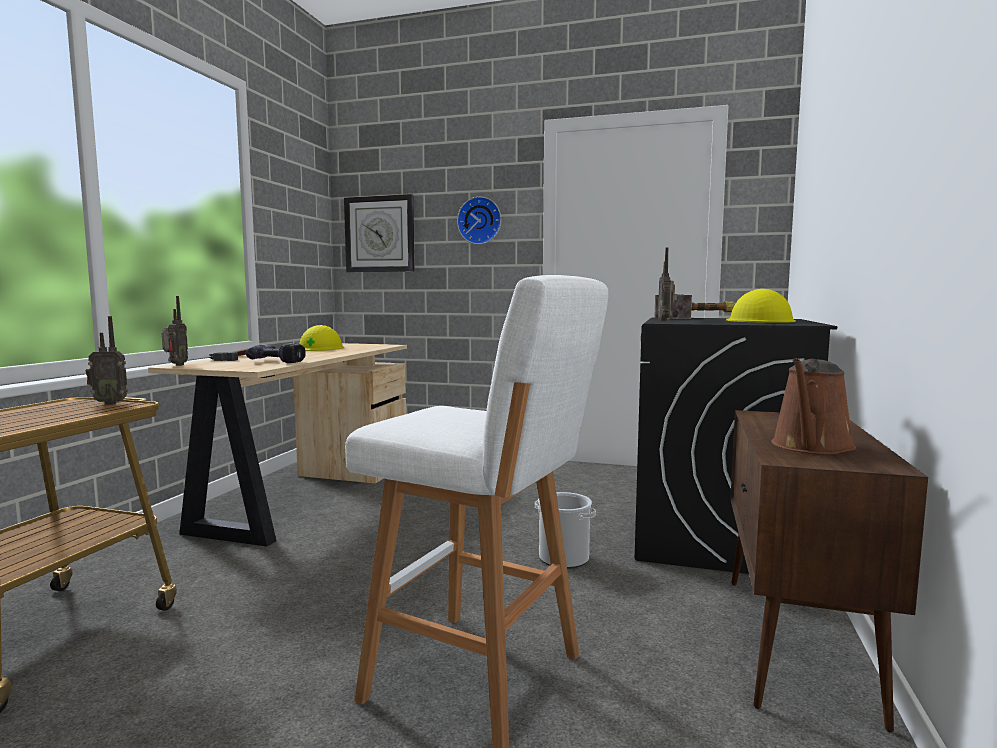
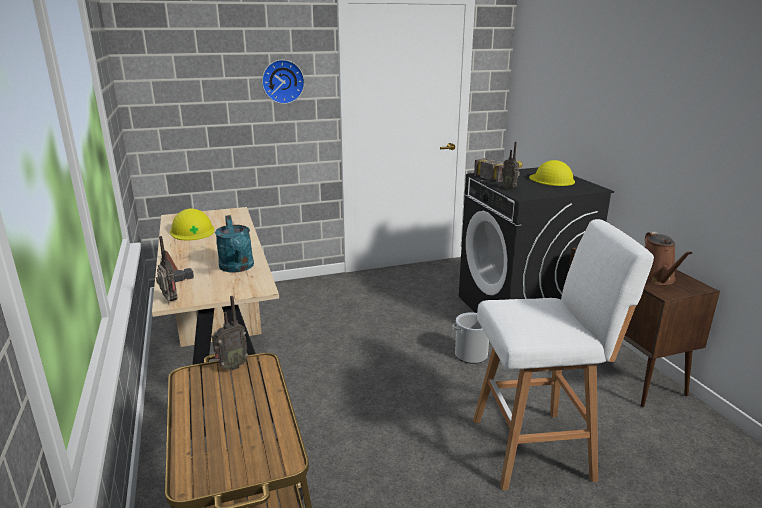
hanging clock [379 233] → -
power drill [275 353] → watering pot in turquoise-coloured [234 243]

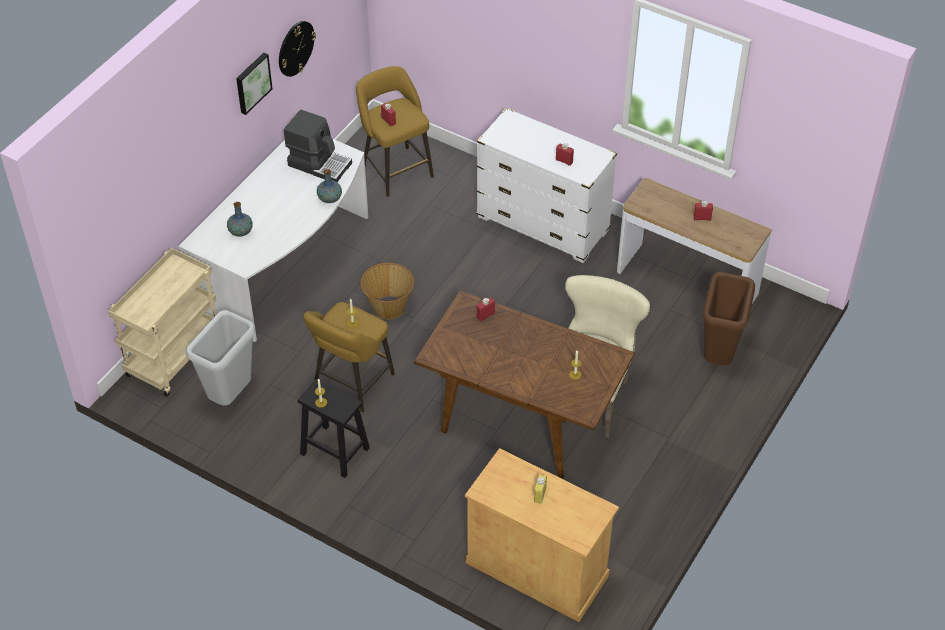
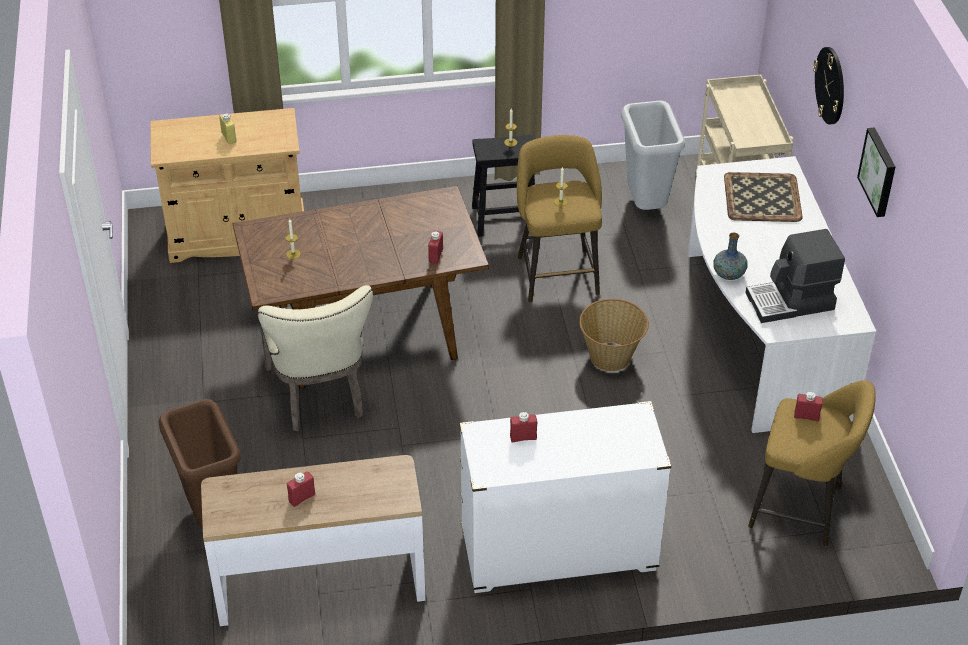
hanging clock [297 49] → hanging clock [828 85], moved
vase [240 219] → carrying tray [763 197]

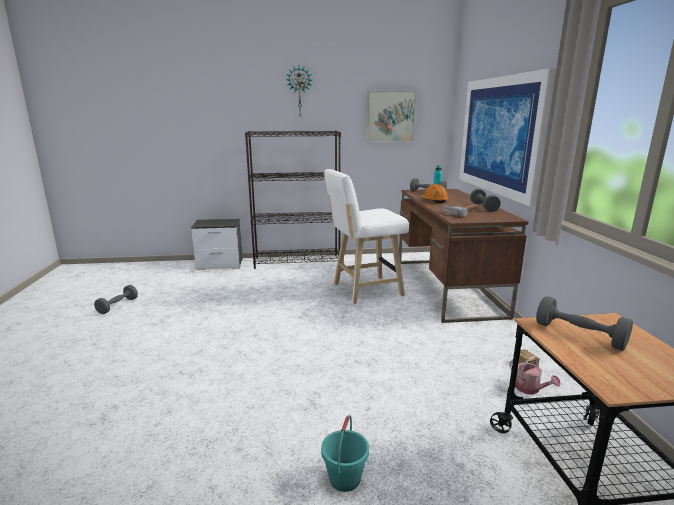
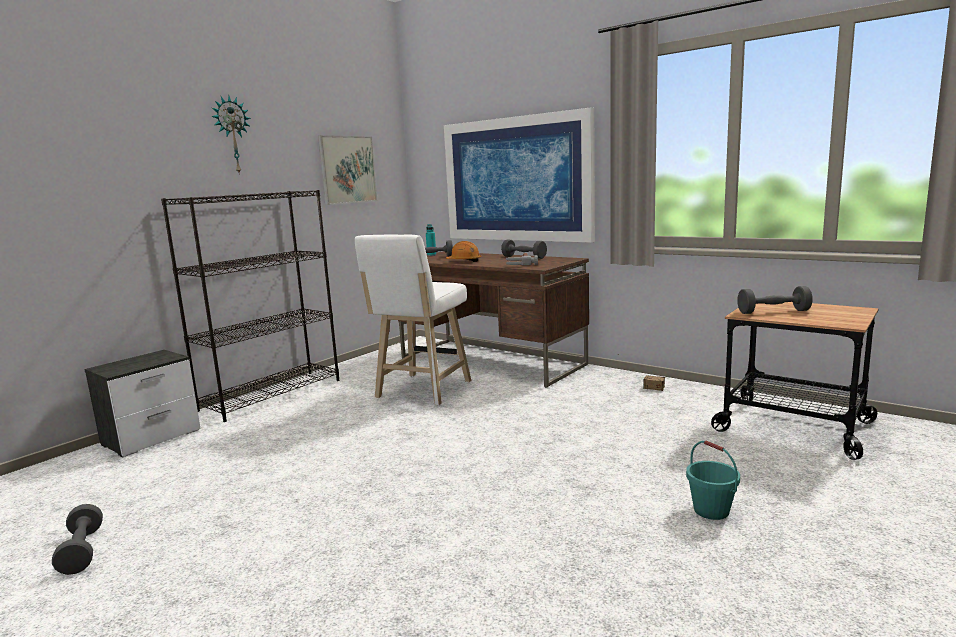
watering pot [535 375] → -

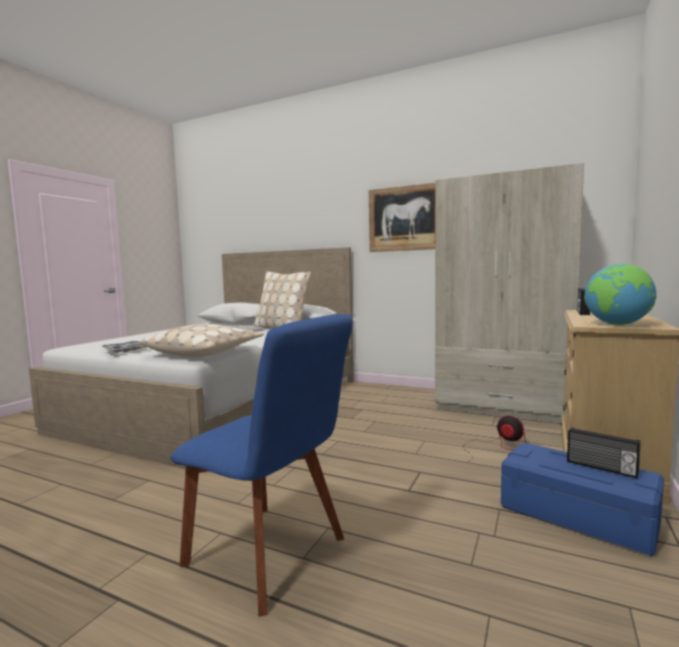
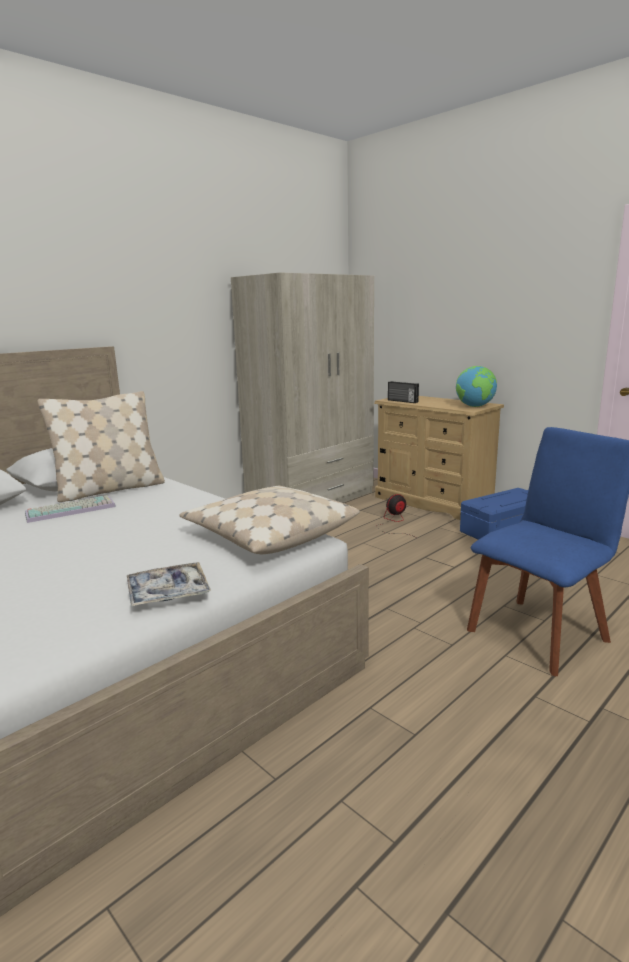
wall art [402 217] → -
radio set [604 452] → -

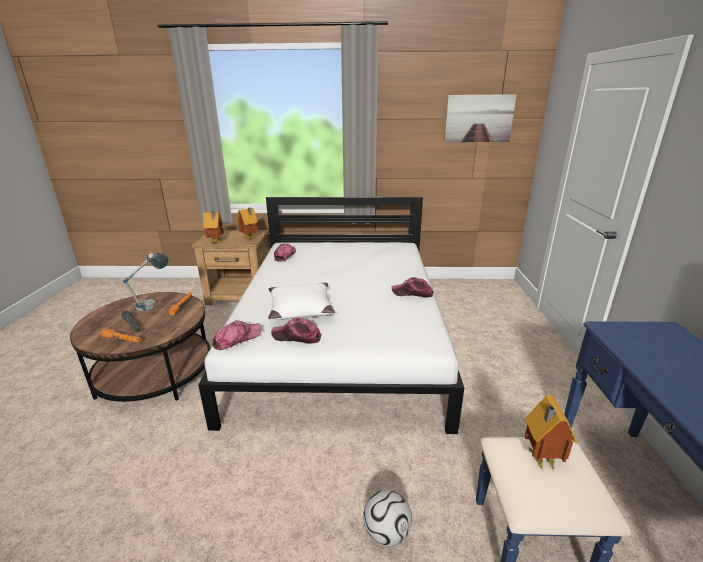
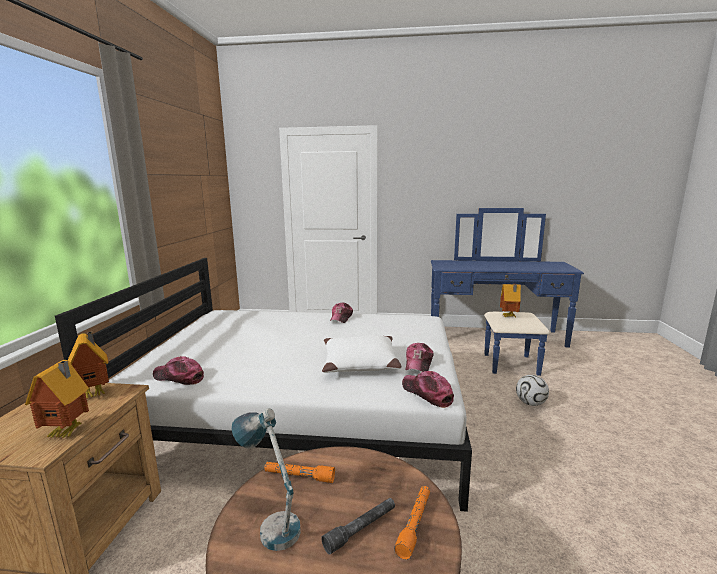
wall art [480 118] → -

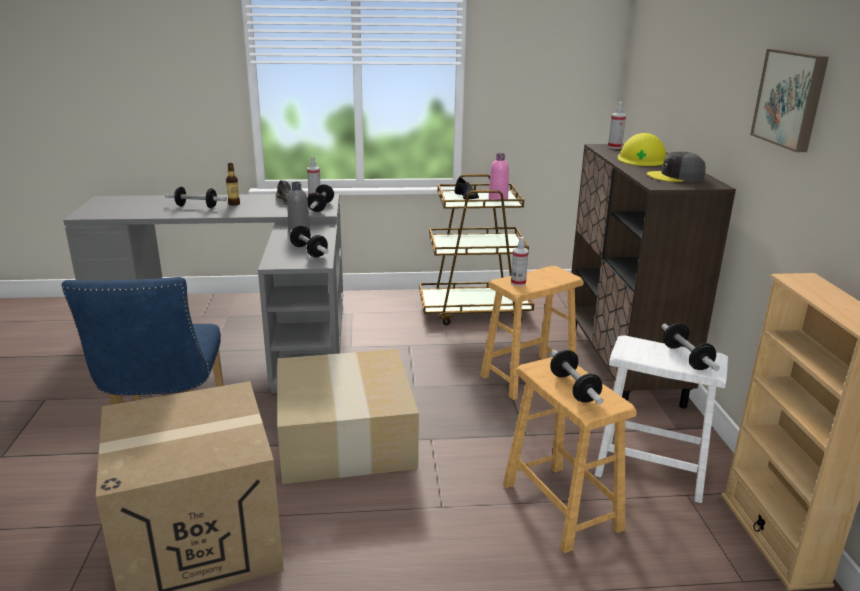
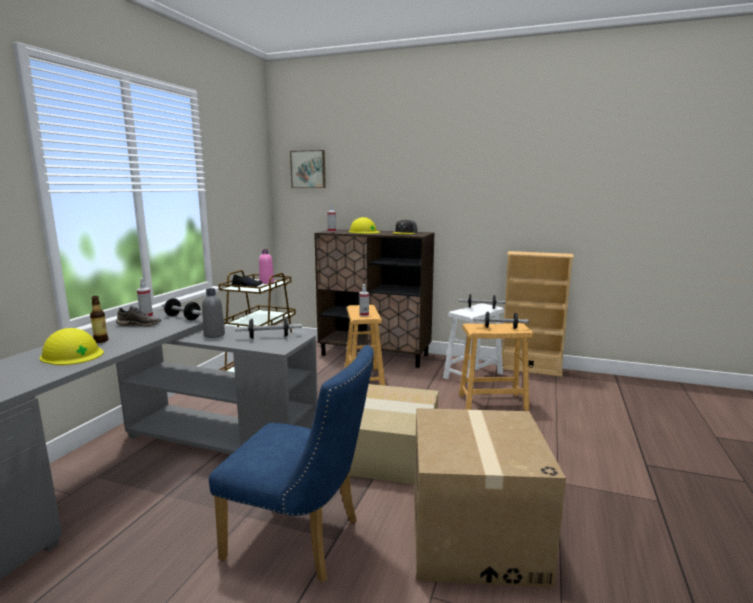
wall art [789 100] → wall art [308 169], moved
hand weight [196 197] → hard hat in yellow [72 346]

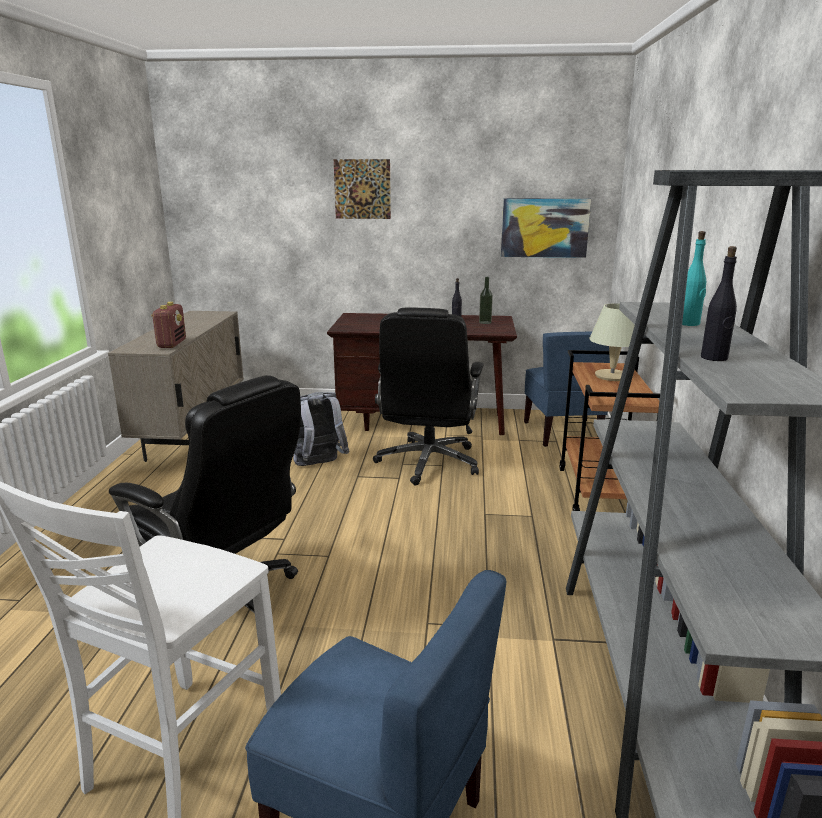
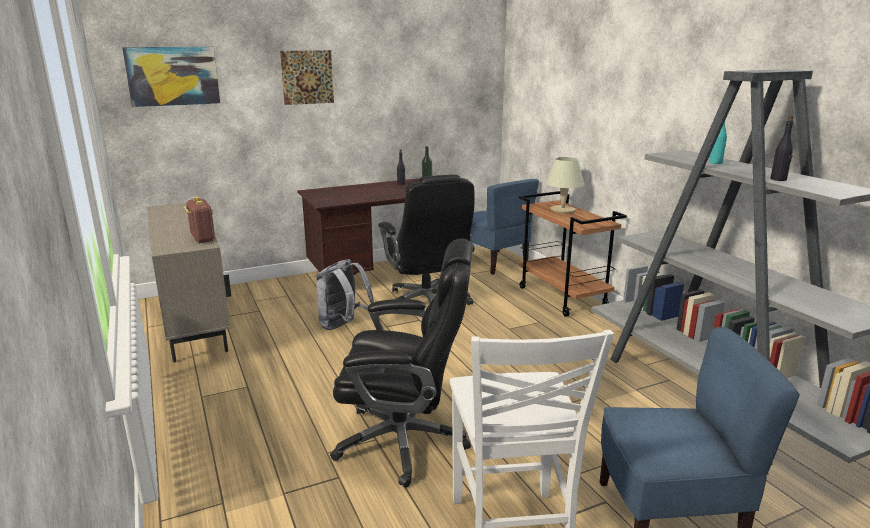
wall art [546 228] → wall art [171 77], moved

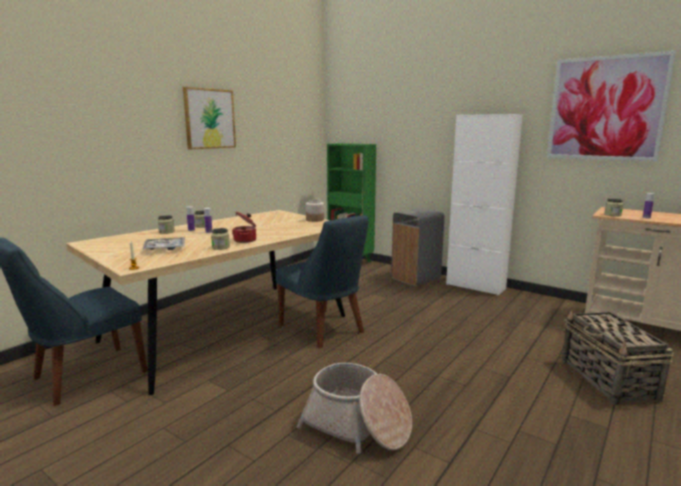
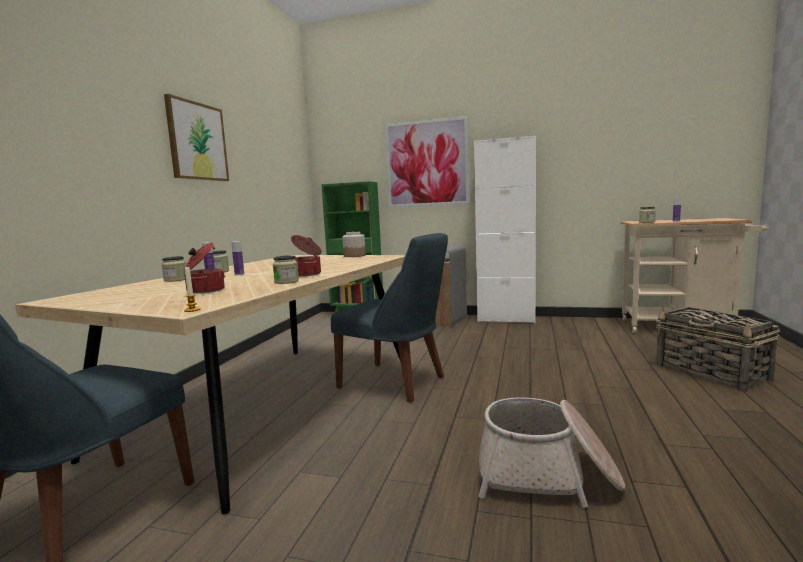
wall art [611 106] → wall art [427 162], moved
carrying tray [164 243] → cooking pot [204 268]

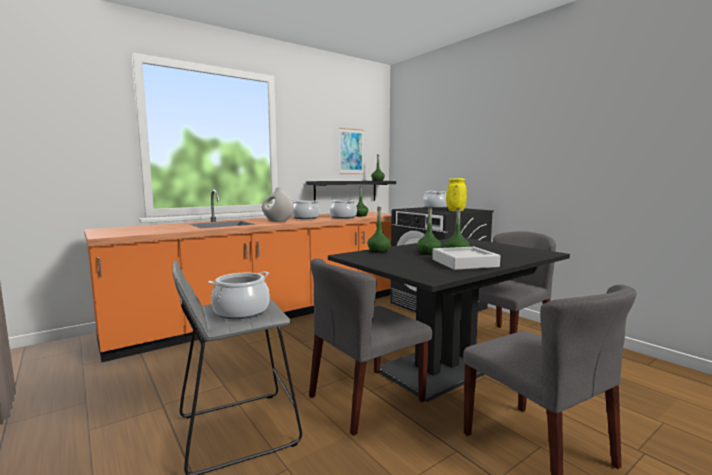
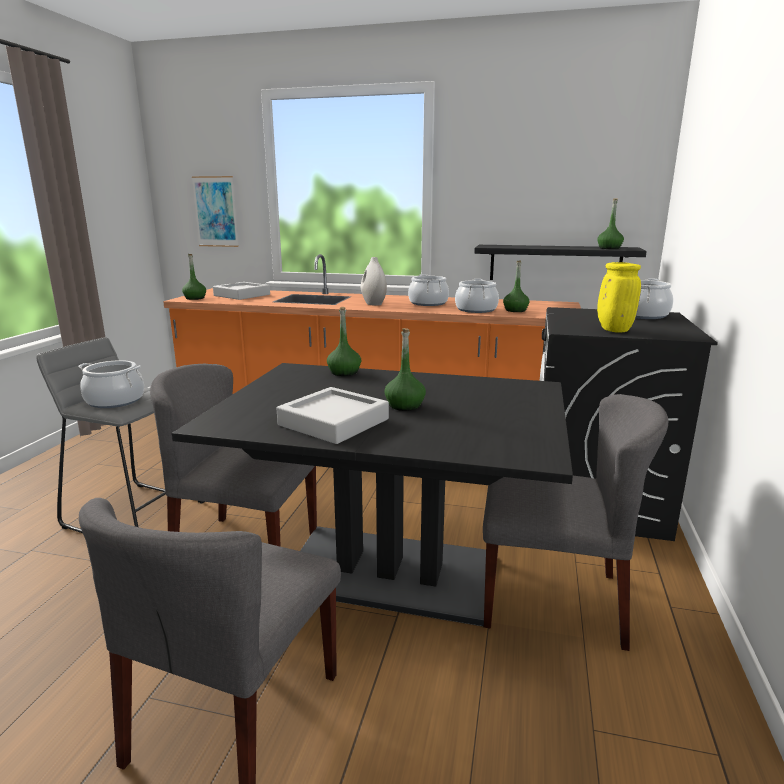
- → carrying tray in grey [241 291]
wall art [351 151] → wall art [215 211], moved
drink bottle in green-coloured [429 231] → drink bottle in green-coloured [194 277], moved

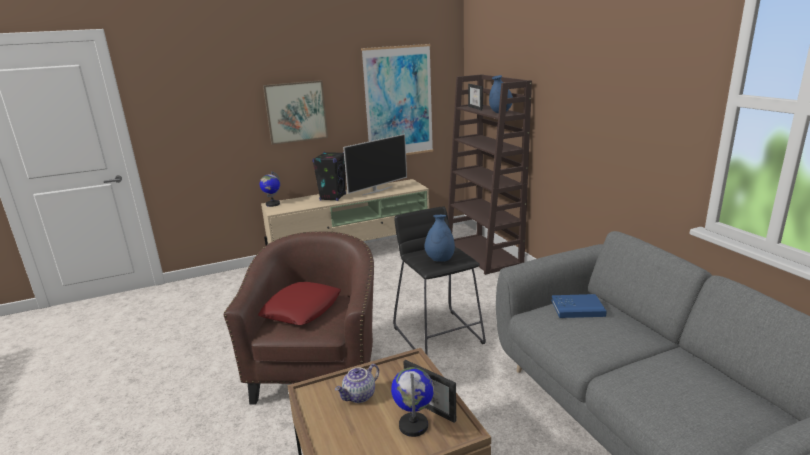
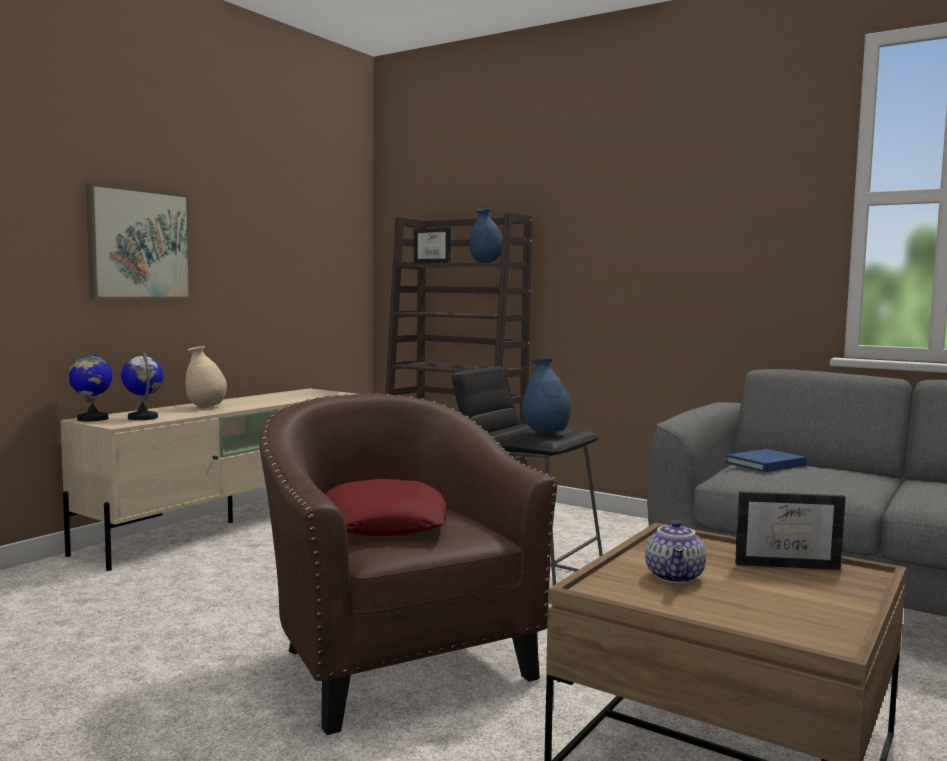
TV [375 164] → -
wall art [397 99] → -
globe [412 402] → globe [142 385], moved
audio speaker in black [329 176] → vase in sand-coloured [206 377]

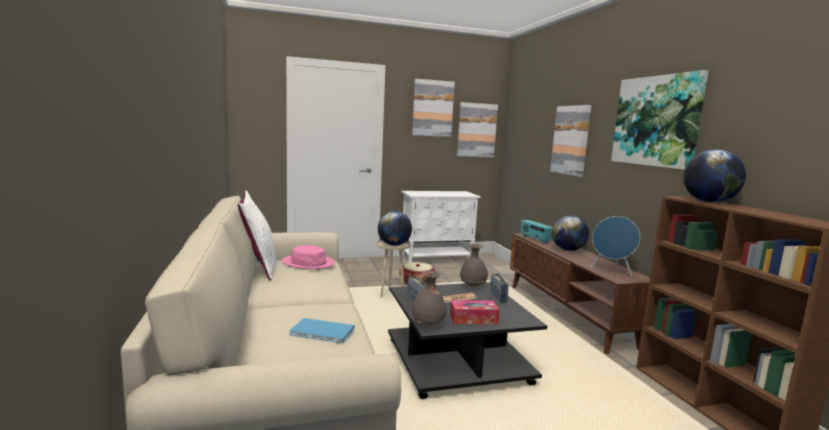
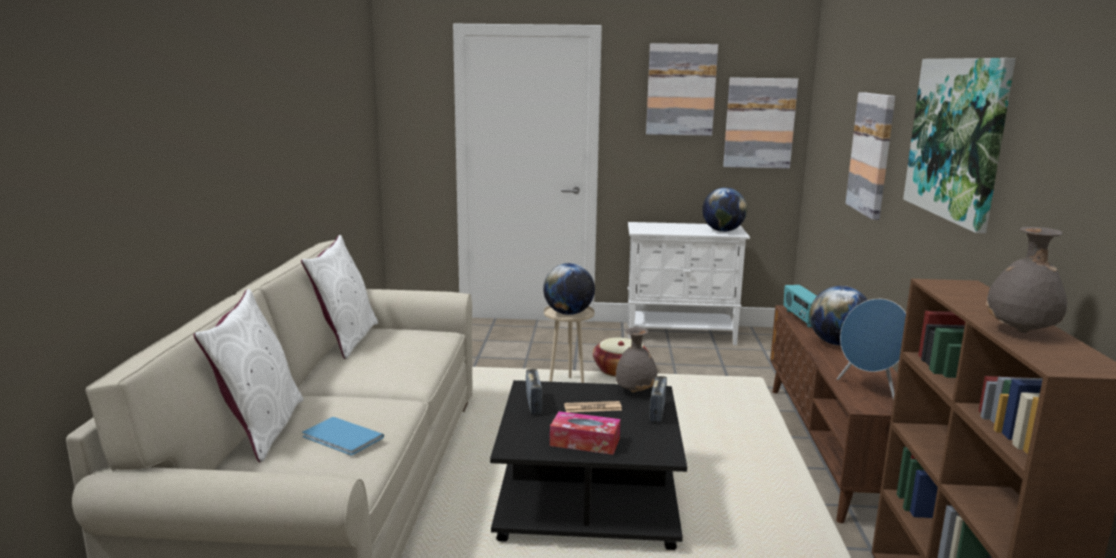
clothing hat in pink [308 257] → -
- → throw pillow in white [248 376]
vase in grey [428 298] → vase in grey [1026 280], moved
globe [714 176] → globe [724 210], moved

